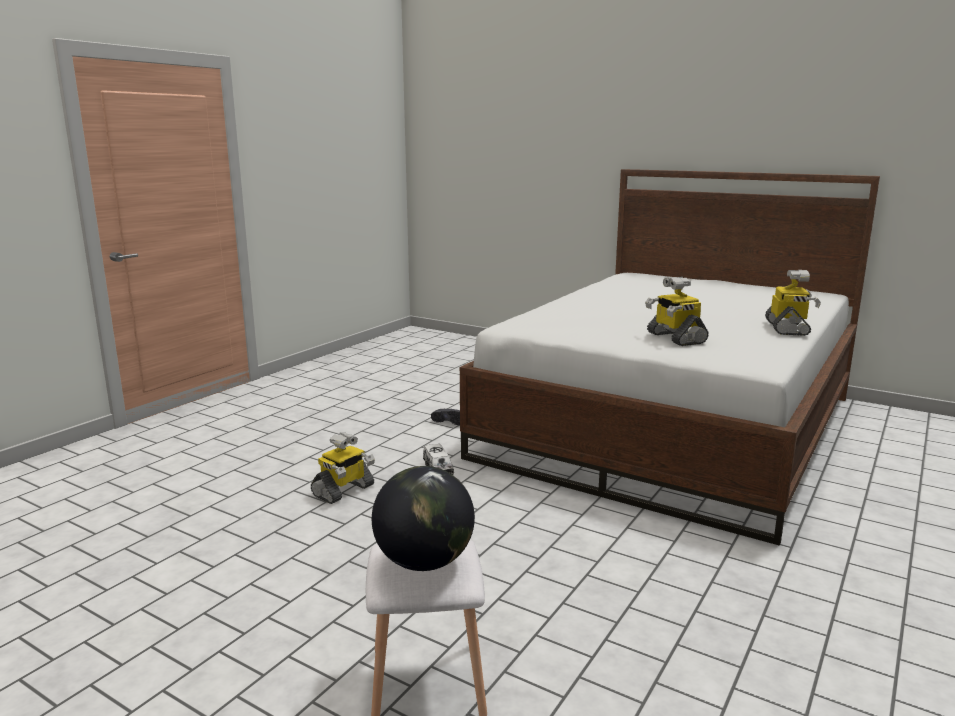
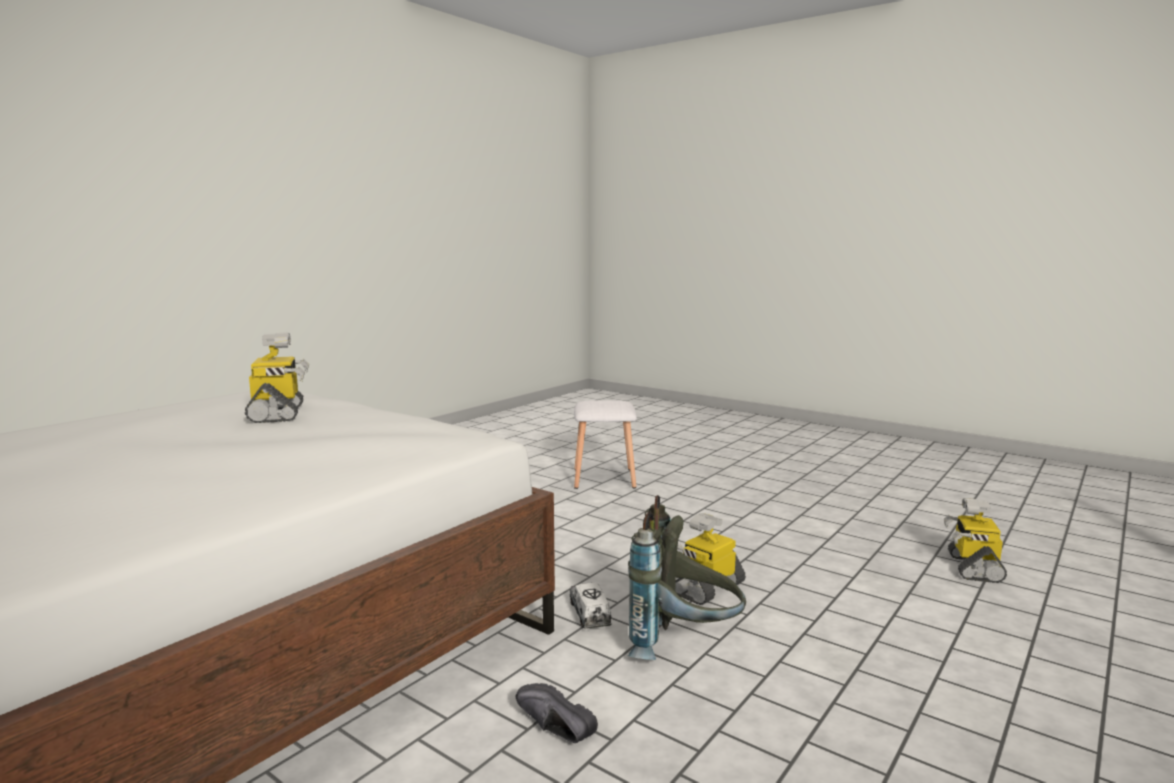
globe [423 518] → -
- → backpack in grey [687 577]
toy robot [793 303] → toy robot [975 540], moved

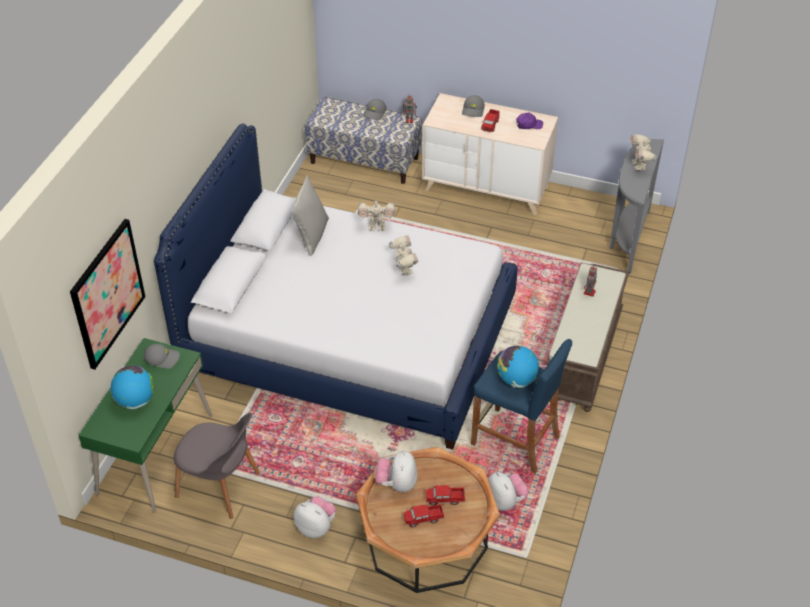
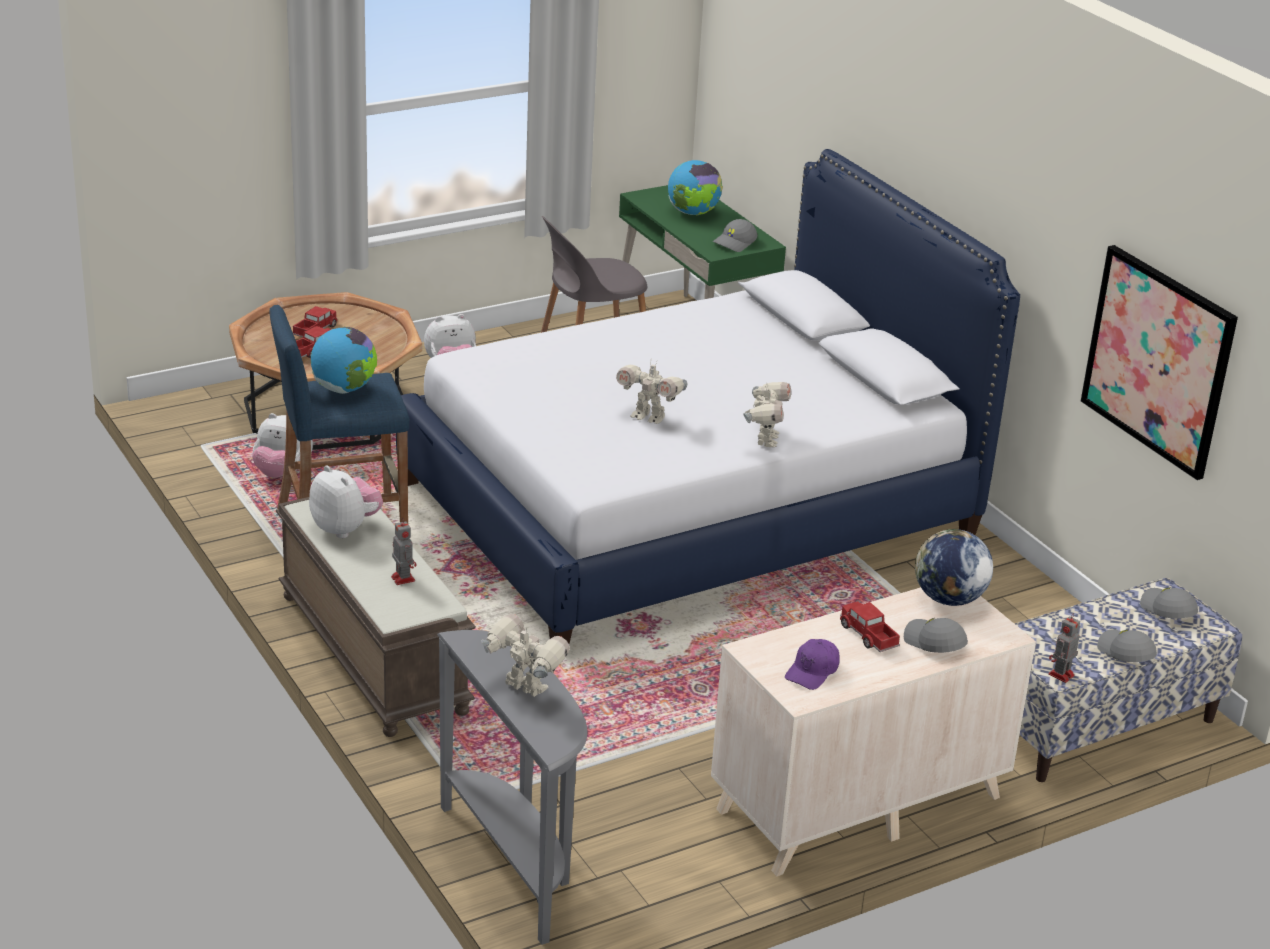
throw pillow in grey [310 216] → -
- → globe [954 567]
- → cap in grey [1169 603]
wall art [108 294] → wall art [1159 362], moved
plush toy [396 471] → plush toy [346 501], moved
toy robot [376 215] → toy robot [767 414], 150 degrees clockwise

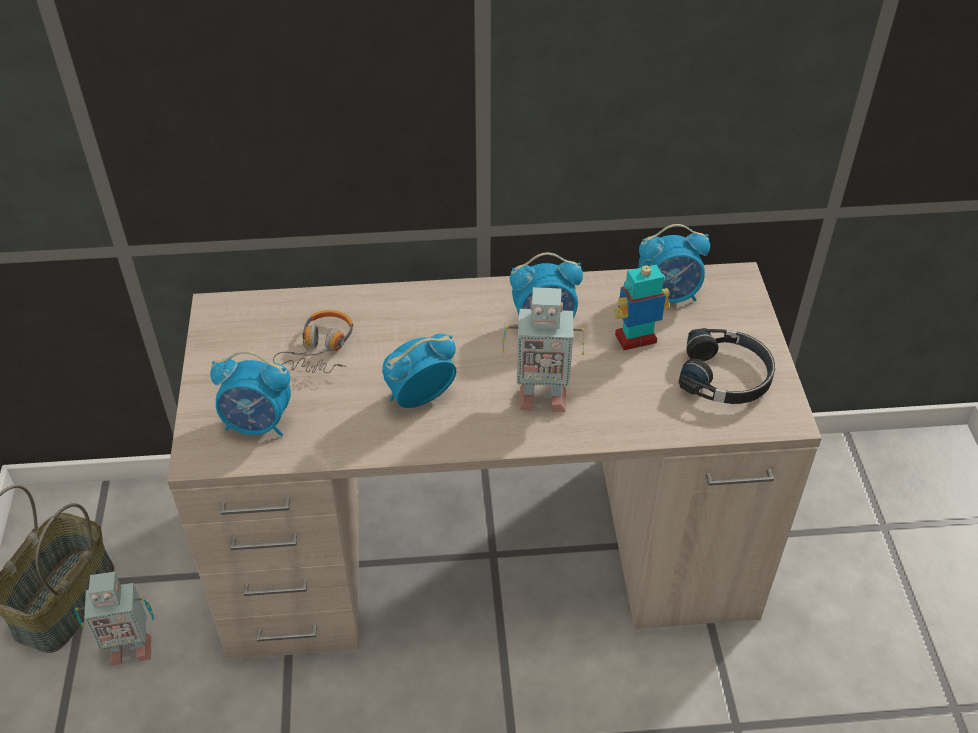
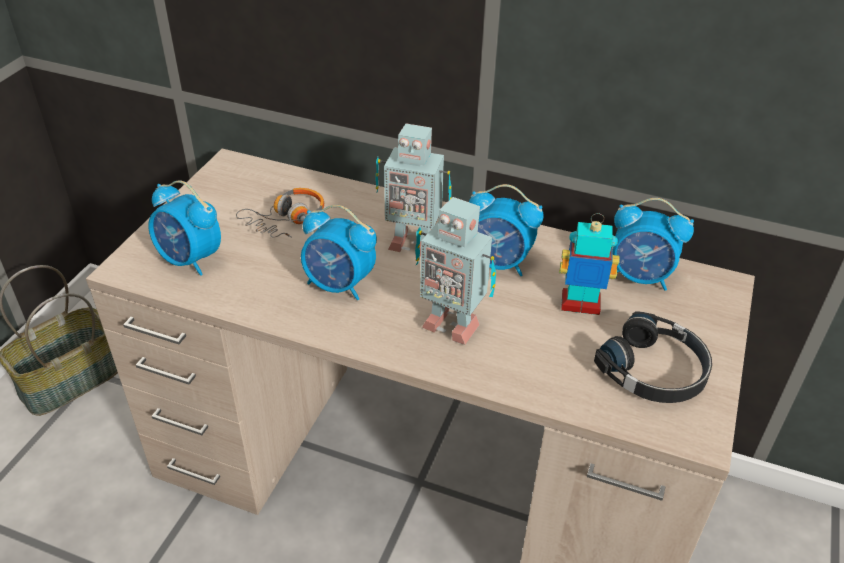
toy robot [114 619] → toy robot [413 190], moved
table clock [419 371] → table clock [339 252], 150 degrees counterclockwise

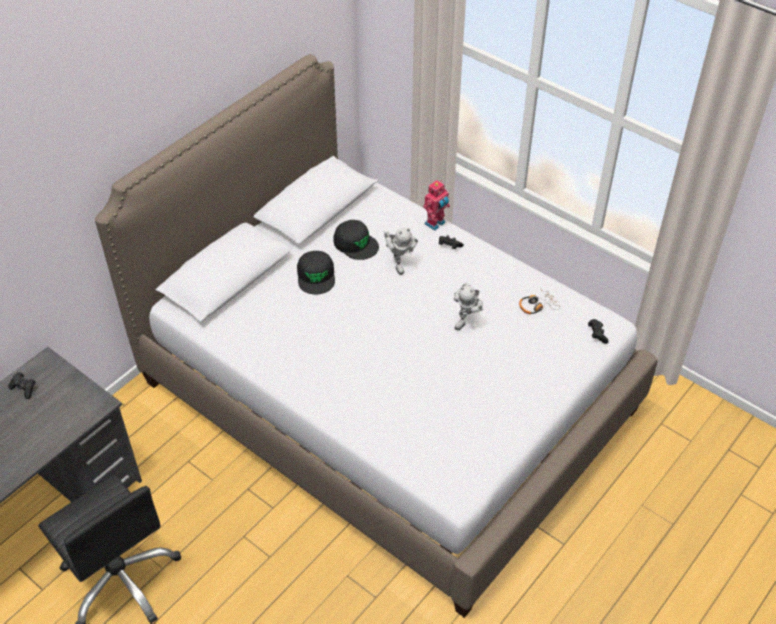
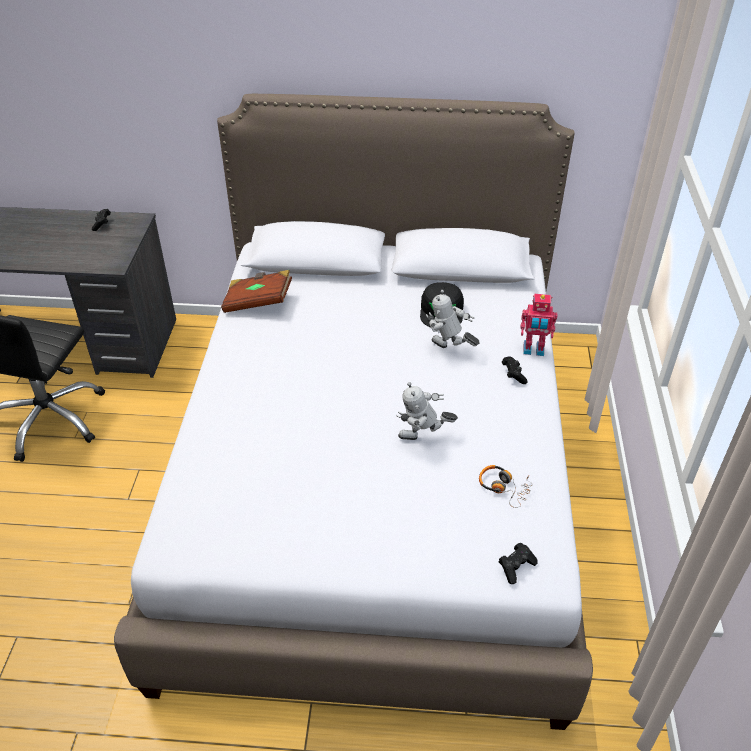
cap in black [316 273] → -
- → volume in brownish [256 291]
toy robot [401 251] → toy robot [453 319], 90 degrees clockwise

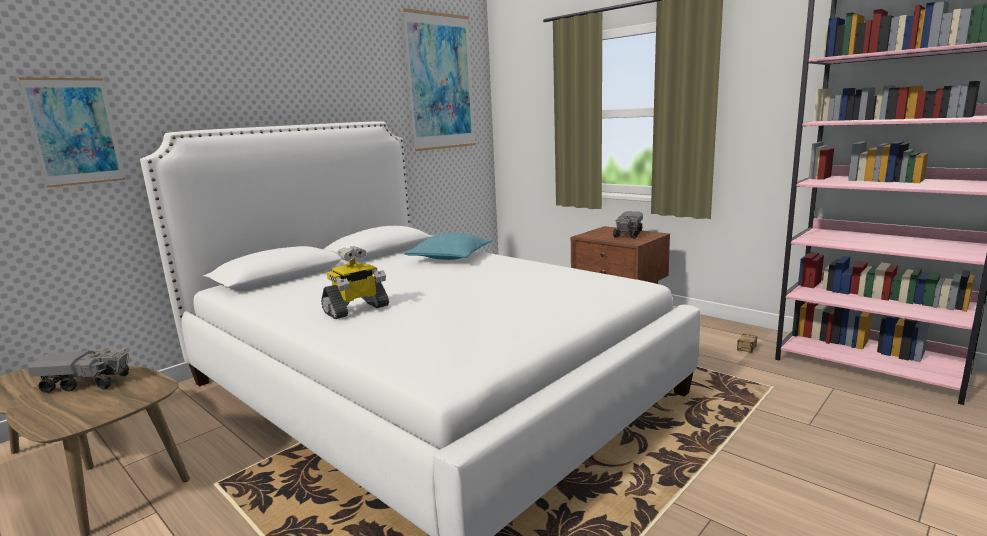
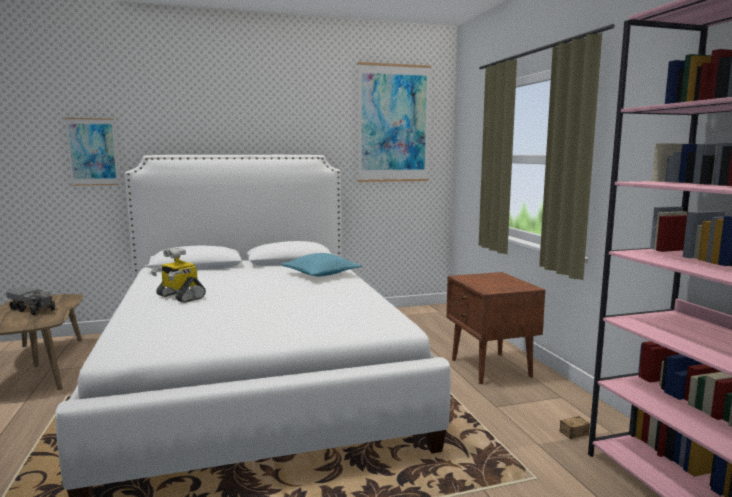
toy truck [628 225] → -
toy robot [355 282] → toy robot [178 275], 45 degrees clockwise

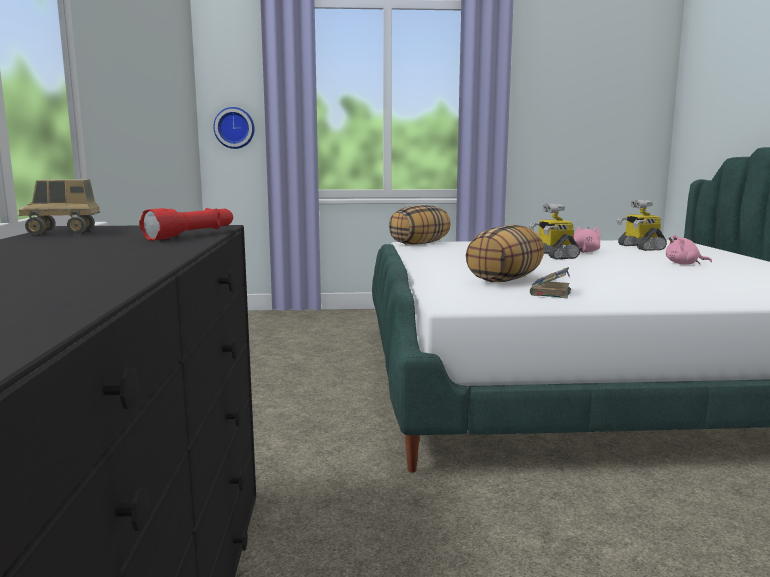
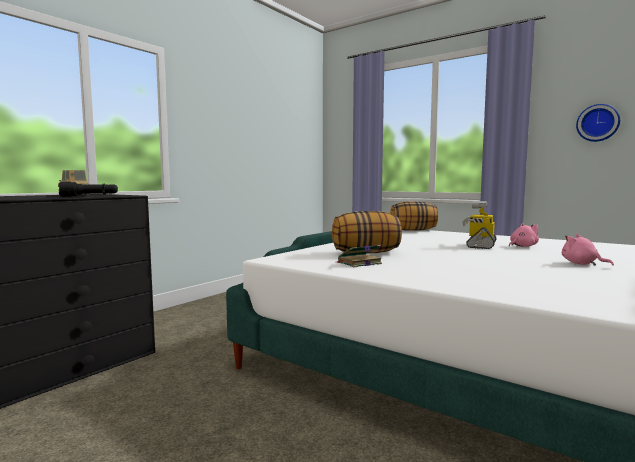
toy robot [642 225] → -
hanging clock [233 128] → hanging clock [598 123], moved
hand torch in red [186 224] → hand torch in black [88 189]

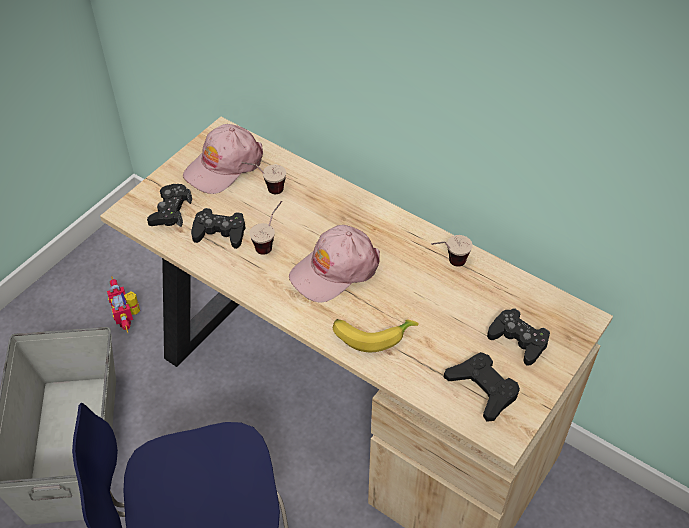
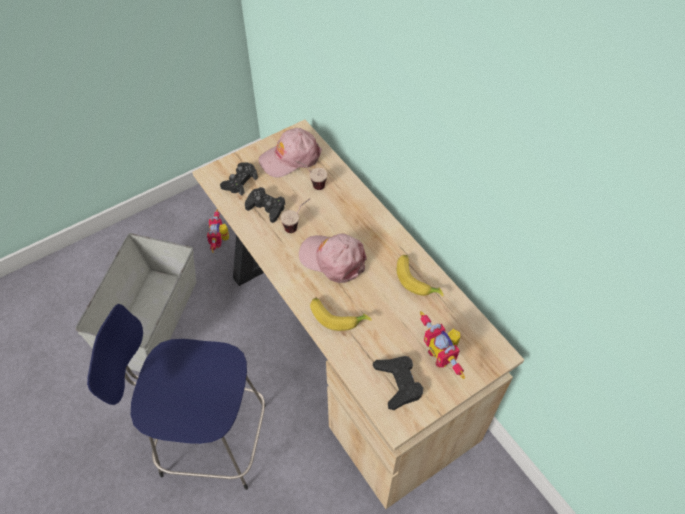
cup [452 251] → banana [420 275]
game controller in black [518 337] → toy robot [442 345]
cap in pink [334 264] → cap in pink [333 258], 45 degrees clockwise

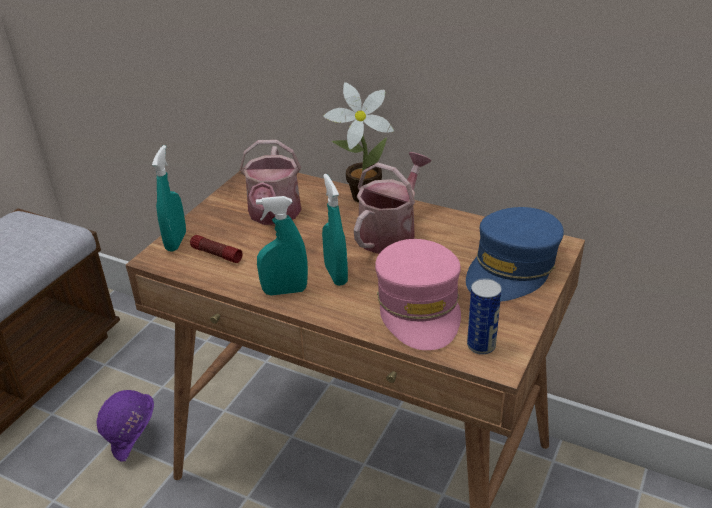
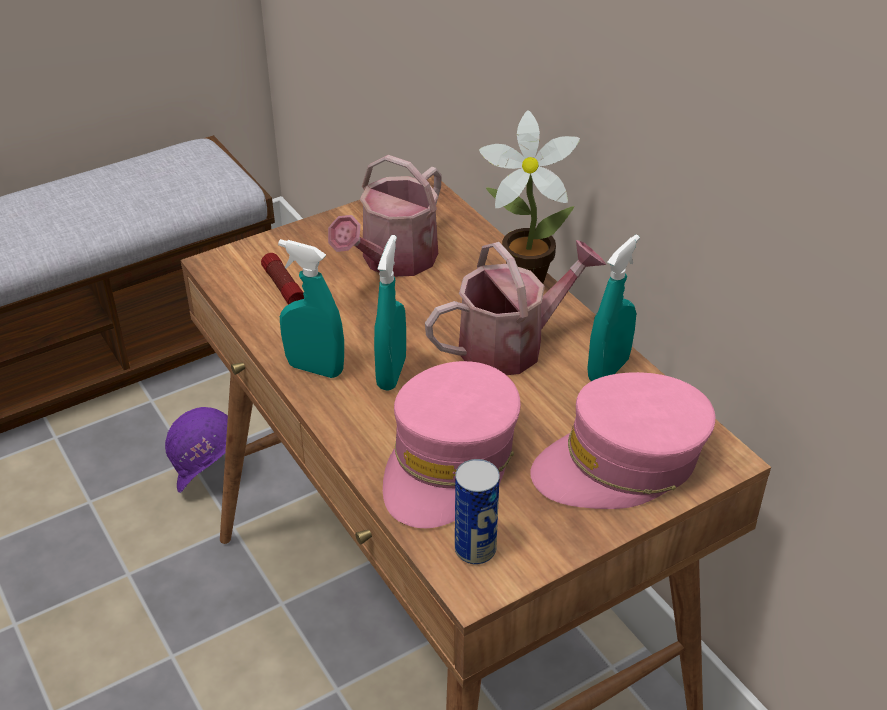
sprayer in turquoise-coloured [169 198] → sprayer in turquoise-coloured [613 308], moved
cap in blue-coloured [515 254] → cap in pink [622 440]

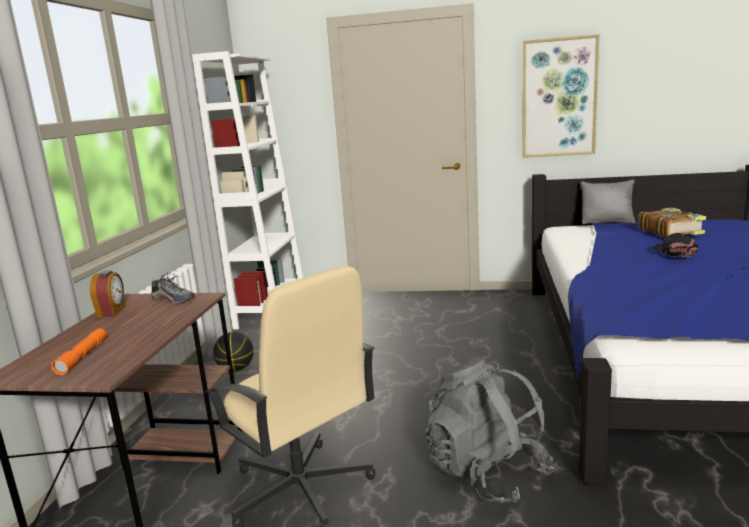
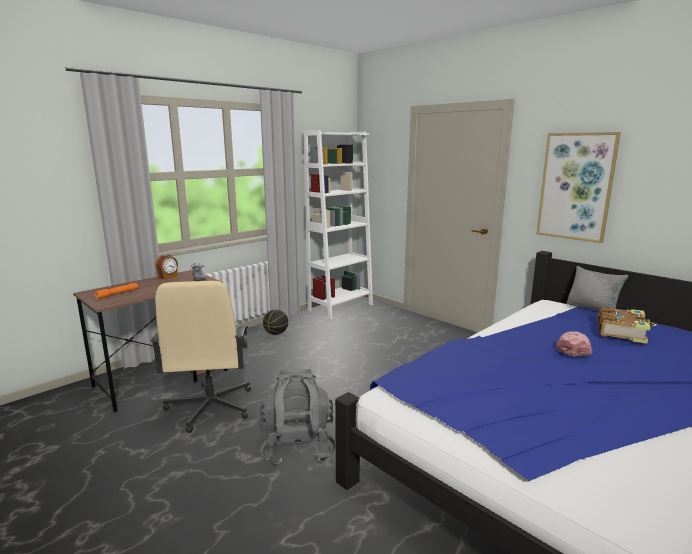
cap in black [675 245] → cap in pink [574 344]

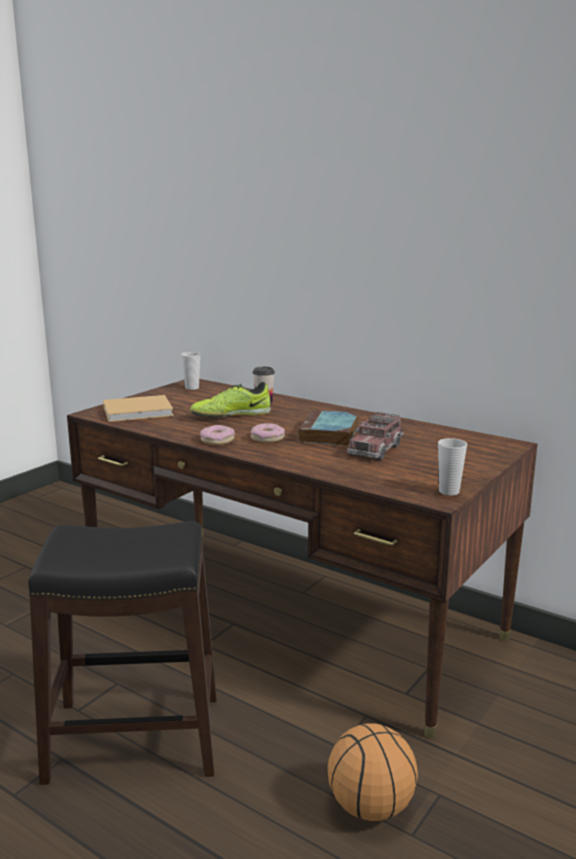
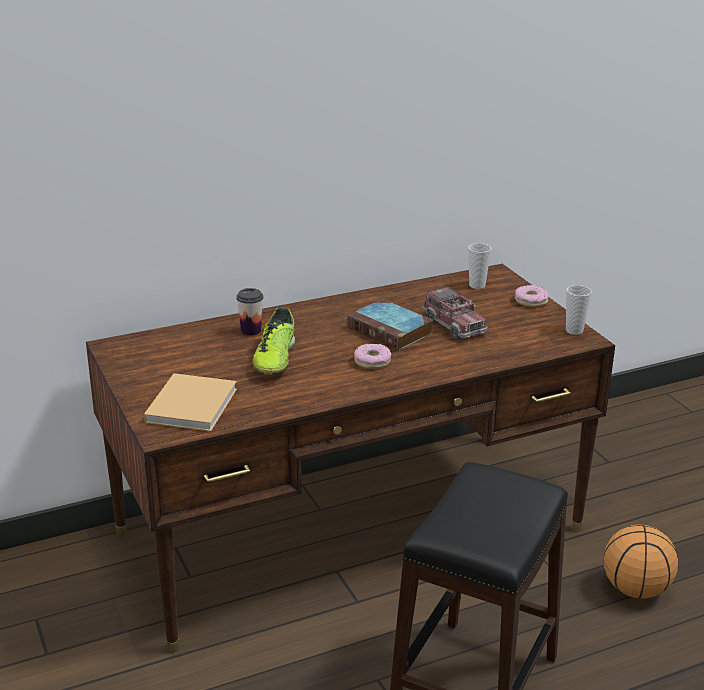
cup [191 371] → cup [479 266], moved
doughnut [217 435] → doughnut [532 296], moved

